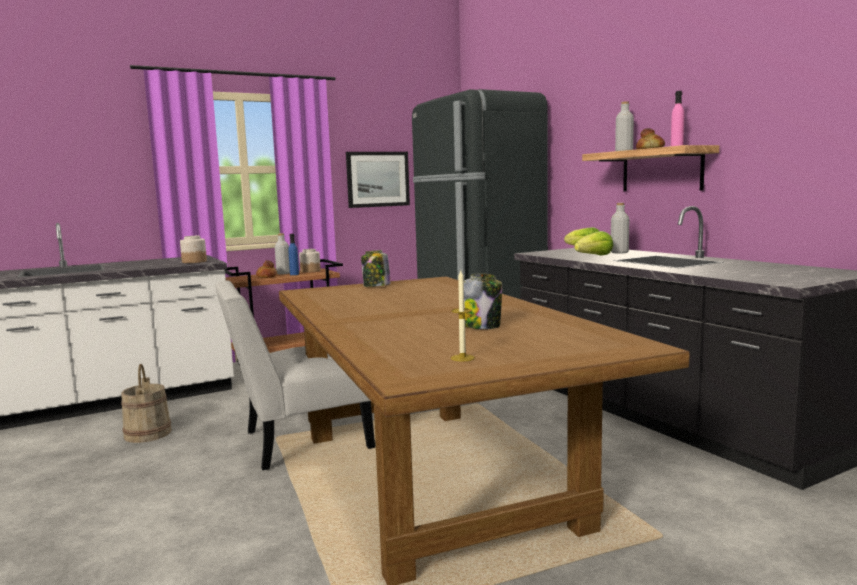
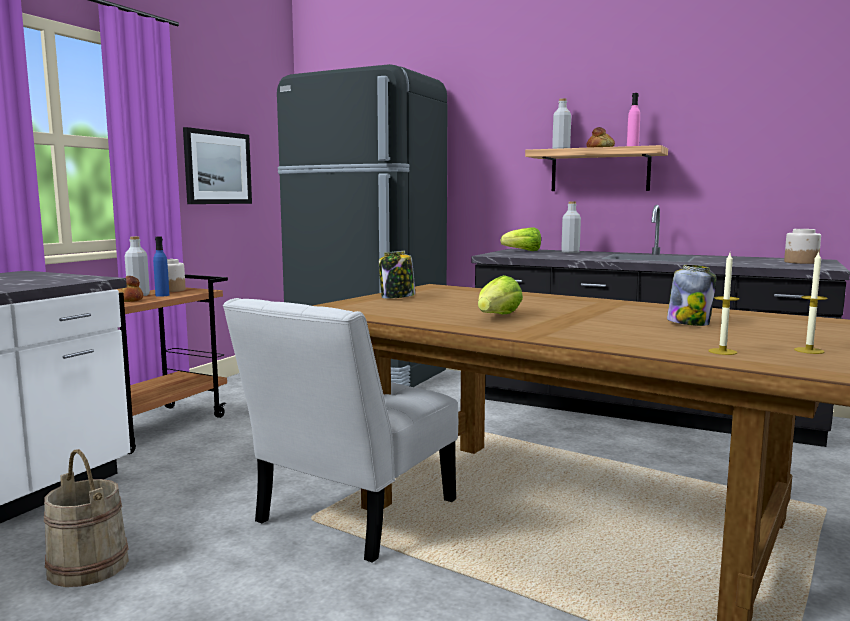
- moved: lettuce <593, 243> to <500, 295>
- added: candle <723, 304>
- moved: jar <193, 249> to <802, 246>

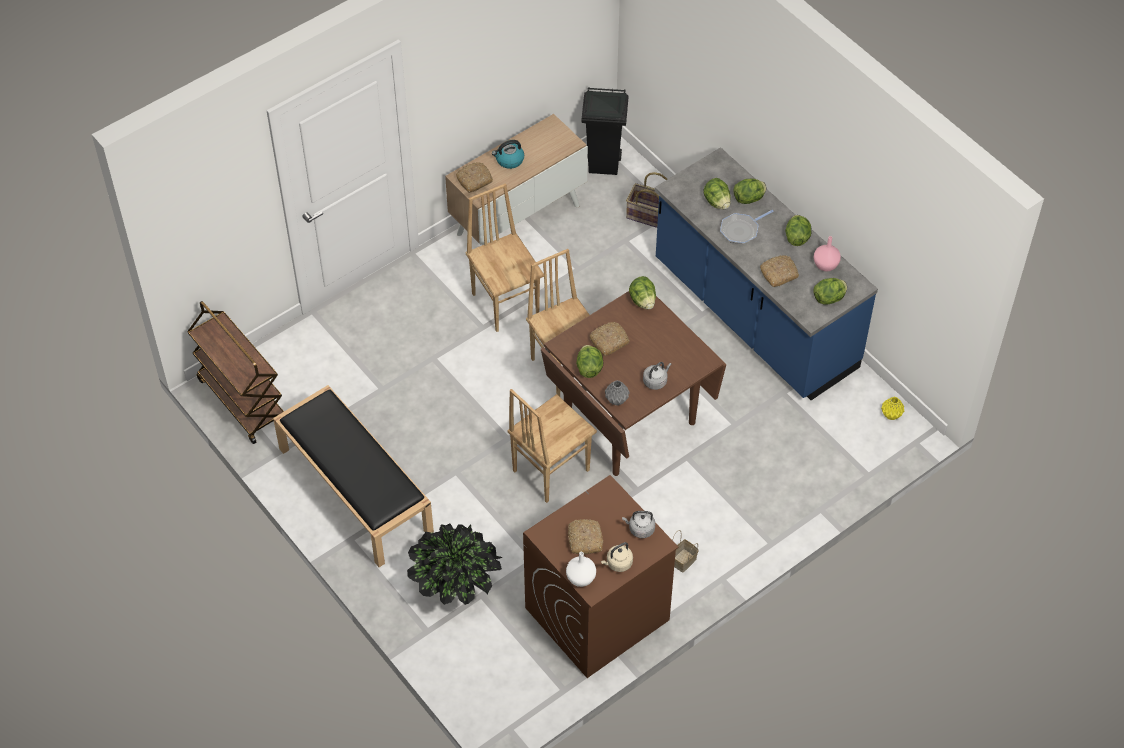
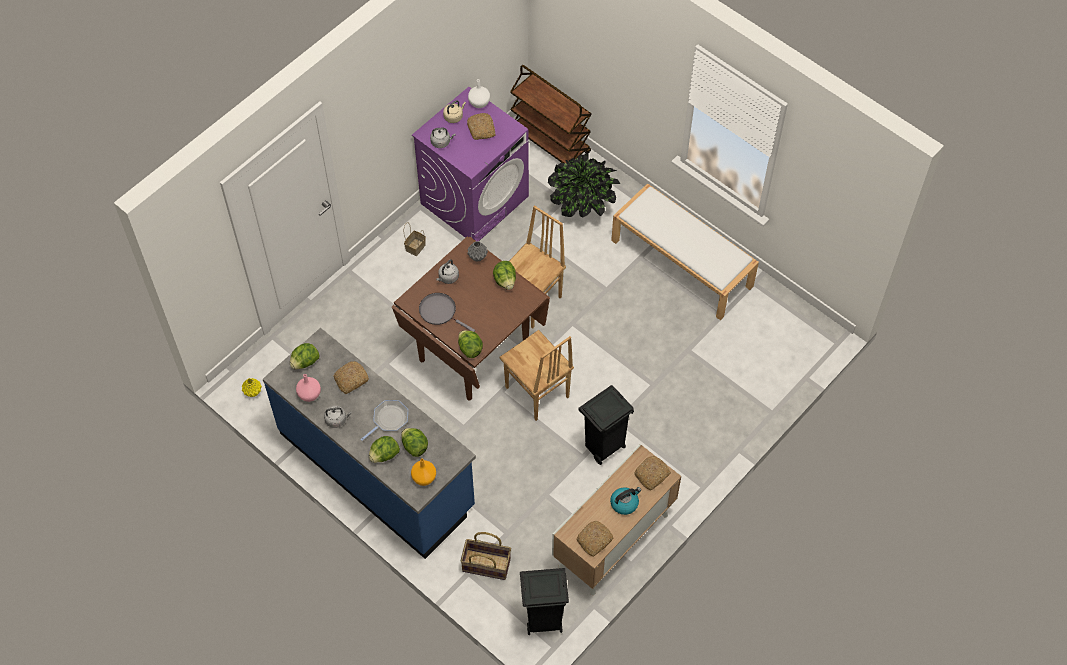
- replaced: lettuce <798, 230> to grey kettle <338, 417>
- added: orange vase <423, 472>
- recoloured: brown washing machine <601, 576> to purple washing machine <470, 164>
- added: grey frying pan <447, 312>
- moved: brown cart <235, 372> to <550, 114>
- moved: bread <610, 339> to <595, 539>
- replaced: brown chair <505, 258> to black trash can <606, 425>
- recoloured: black bench <353, 476> to white bench <685, 251>

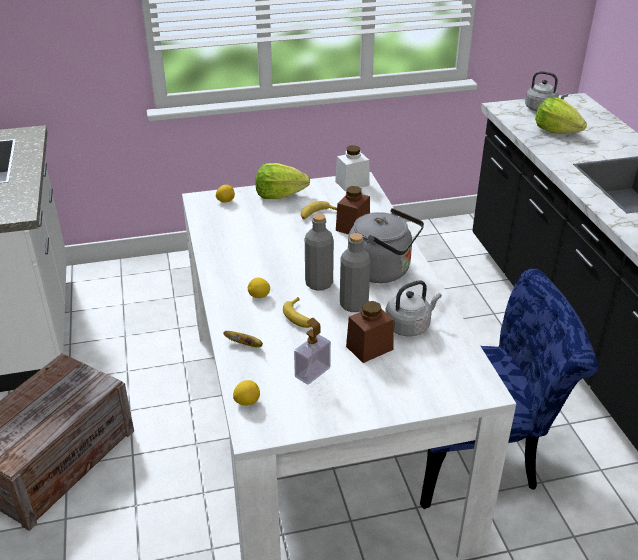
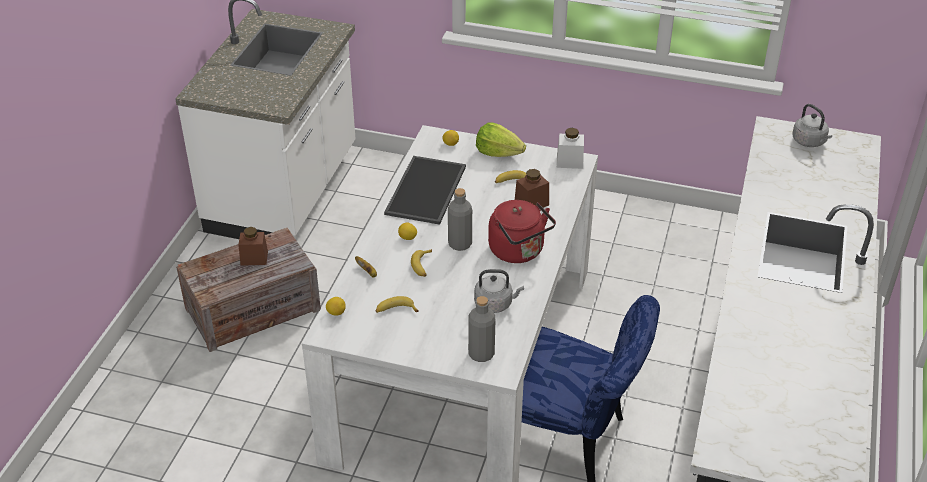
- moved: brown jar <370, 332> to <253, 246>
- replaced: soap dispenser <312, 351> to banana <397, 304>
- added: tray <425, 190>
- moved: grey bottle <355, 272> to <481, 329>
- recoloured: grey kettle <386, 245> to red kettle <522, 231>
- removed: lettuce <561, 115>

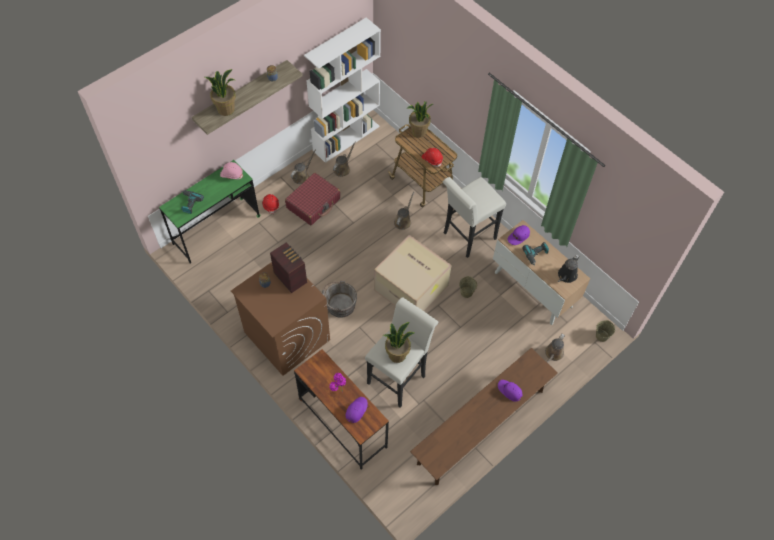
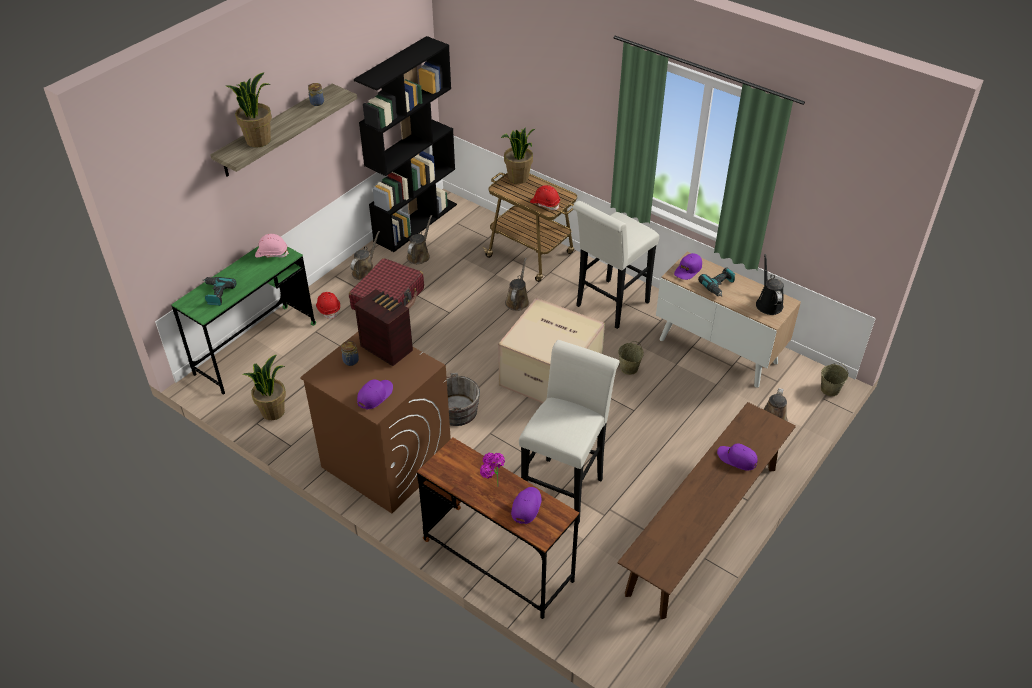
- moved: potted plant <399, 342> to <264, 387>
- recoloured: white bookcase <342, 90> to black bookcase <405, 144>
- added: purple cap <375, 394>
- turned: black watering can <568, 269> = <770, 284> 150 degrees clockwise

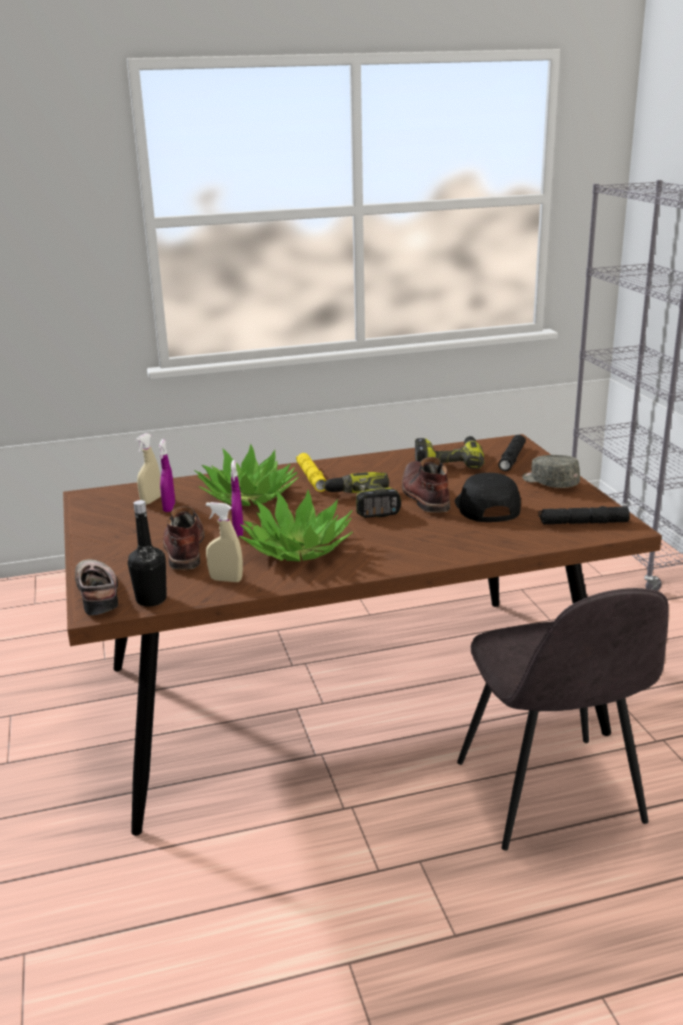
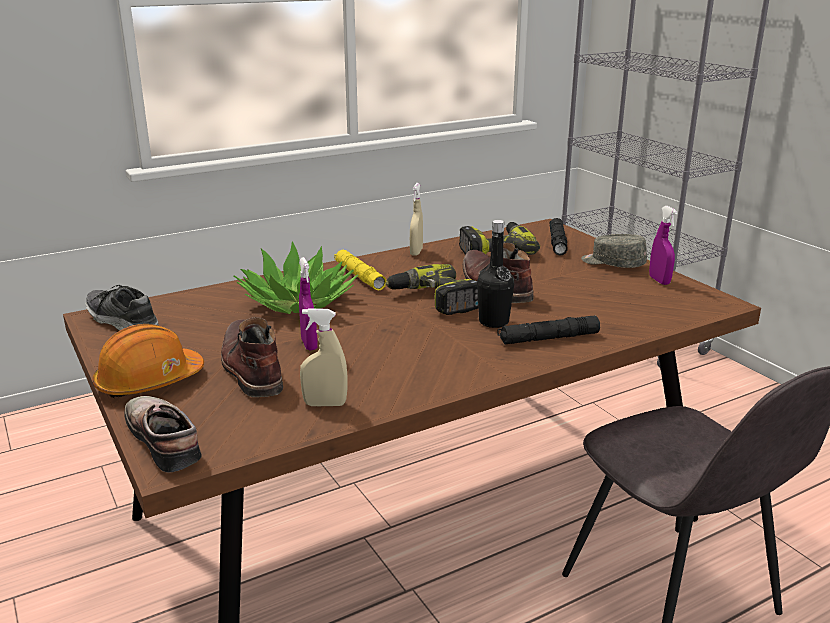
- added: shoe <122, 308>
- added: orange hard hat <148, 361>
- moved: beige spray bottle <148, 469> to <416, 219>
- moved: black bottle <147, 553> to <495, 274>
- moved: black flashlight <584, 515> to <548, 330>
- moved: purple spray bottle <167, 475> to <663, 245>
- removed: potted plant <296, 526>
- removed: black cap <488, 497>

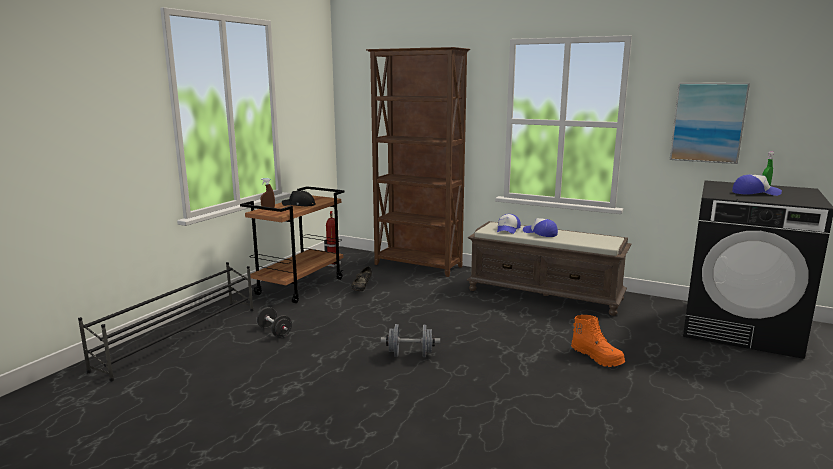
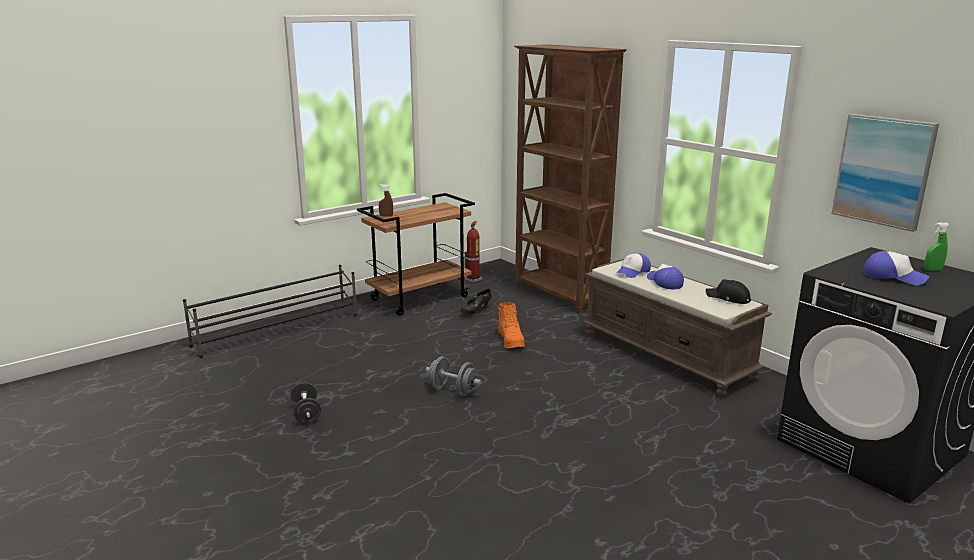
- moved: black dumbbell <274, 322> to <305, 402>
- moved: orange boot <598, 341> to <511, 325>
- moved: black cap <299, 198> to <728, 291>

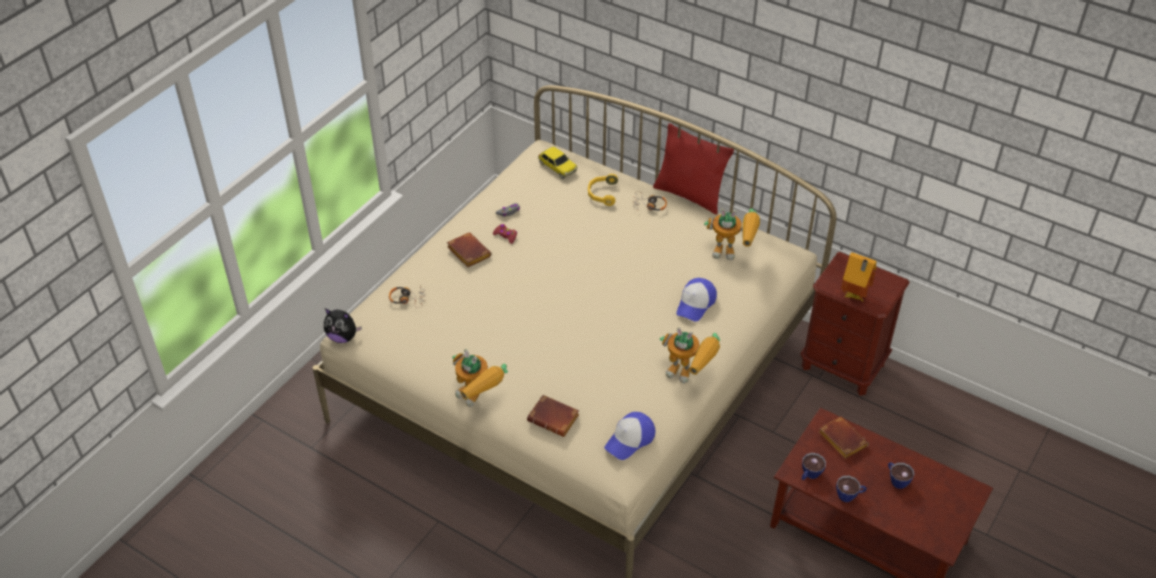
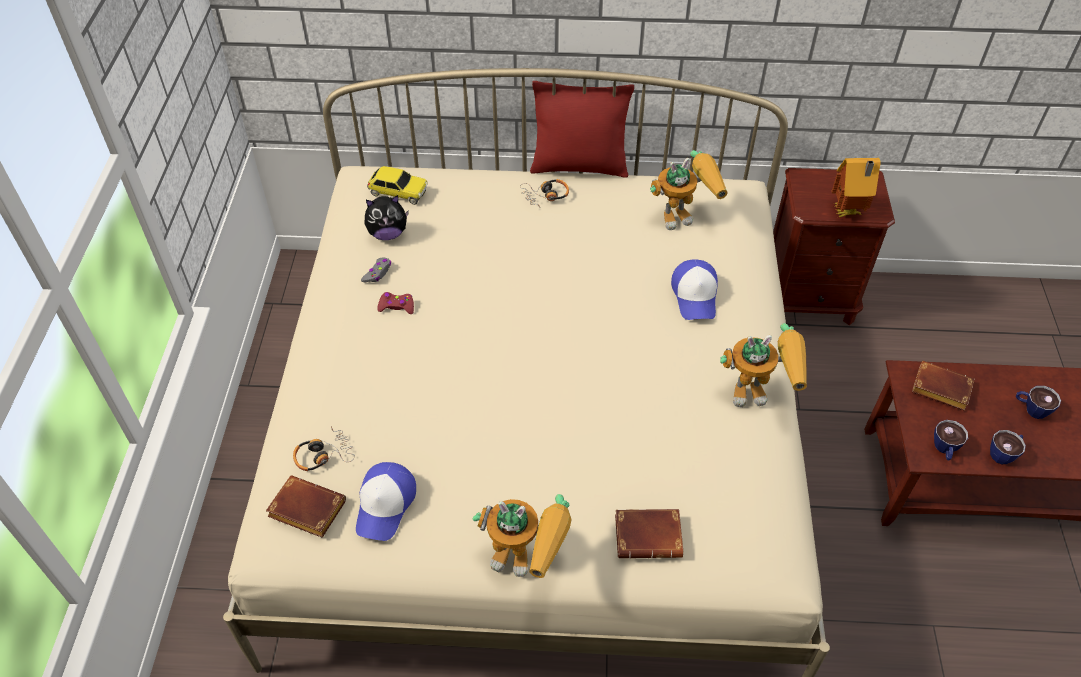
- moved: brown book <469, 249> to <306, 506>
- moved: cap <629, 436> to <386, 501>
- moved: plush toy <343, 325> to <387, 217>
- removed: yellow headphones <603, 190>

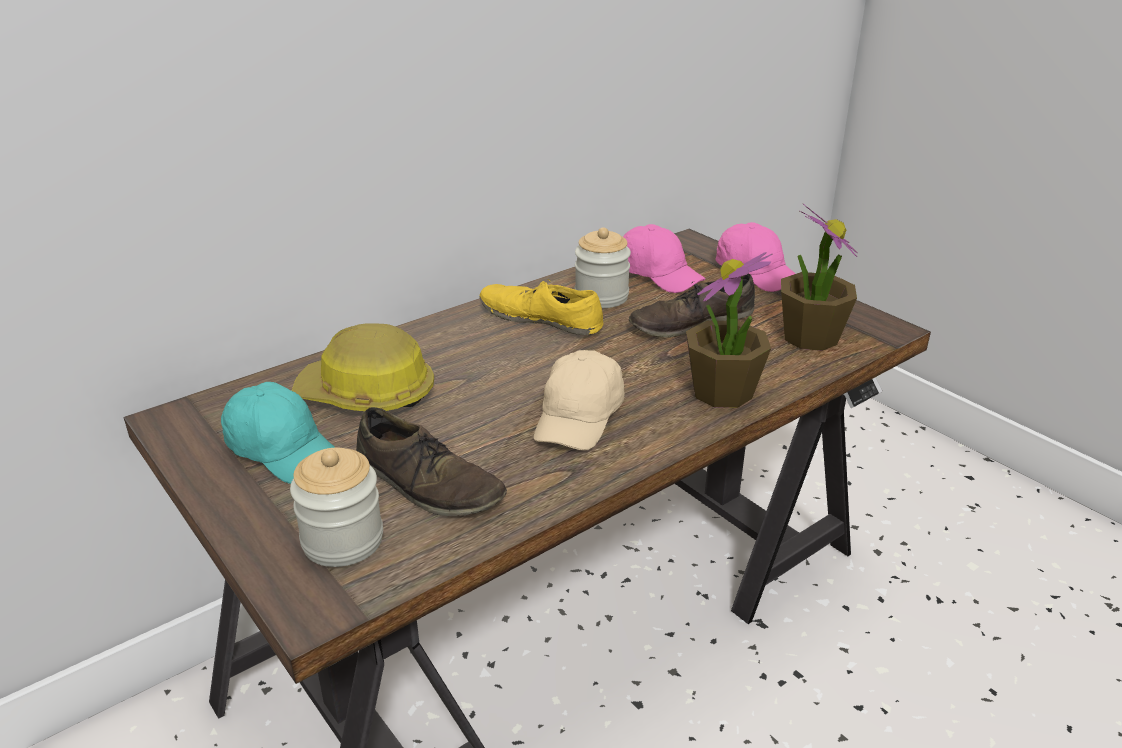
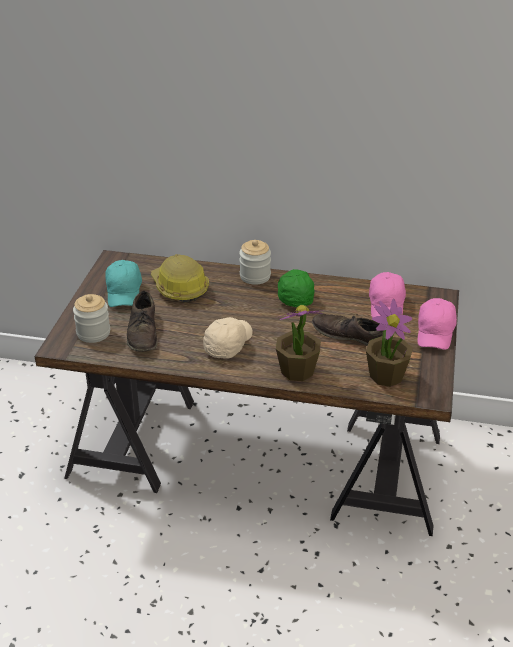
- turned: beige cap <579, 400> = <227, 338> 135 degrees clockwise
- moved: jar <603, 267> to <255, 262>
- replaced: yellow shoe <542, 307> to green cap <296, 288>

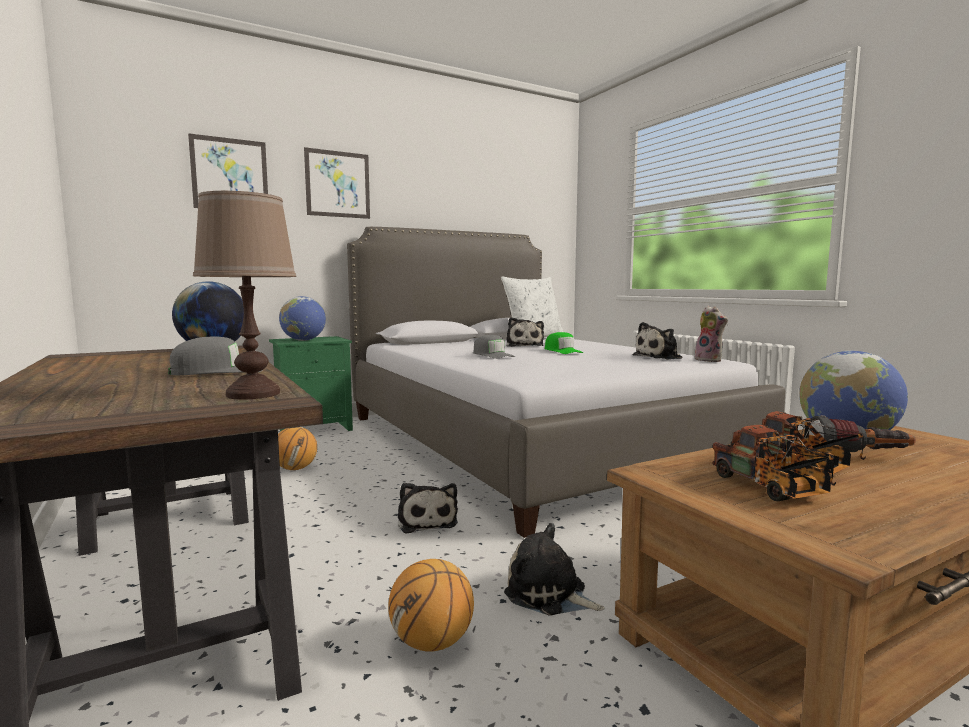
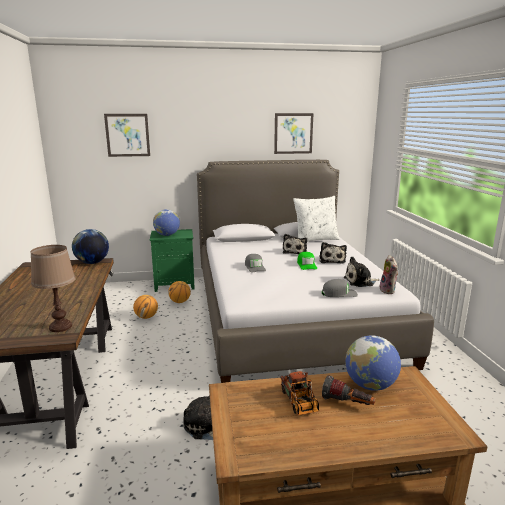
- moved: basketball <431, 605> to <179, 292>
- moved: picture <337, 183> to <293, 133>
- moved: plush toy <428, 508> to <333, 253>
- moved: grey cap <214, 355> to <340, 288>
- removed: toy truck <774, 463>

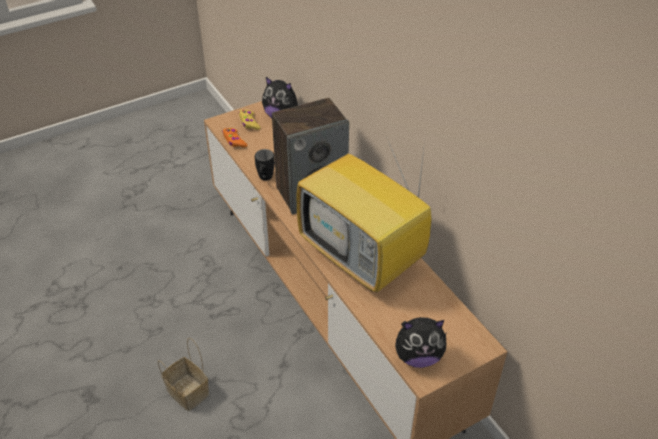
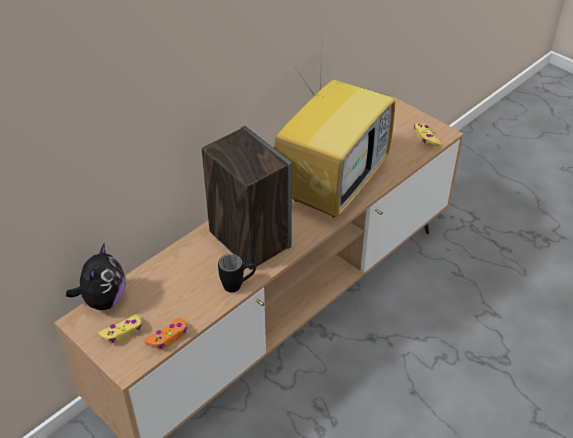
- replaced: plush toy <420, 342> to yellow game controller <428, 135>
- removed: basket <183, 374>

